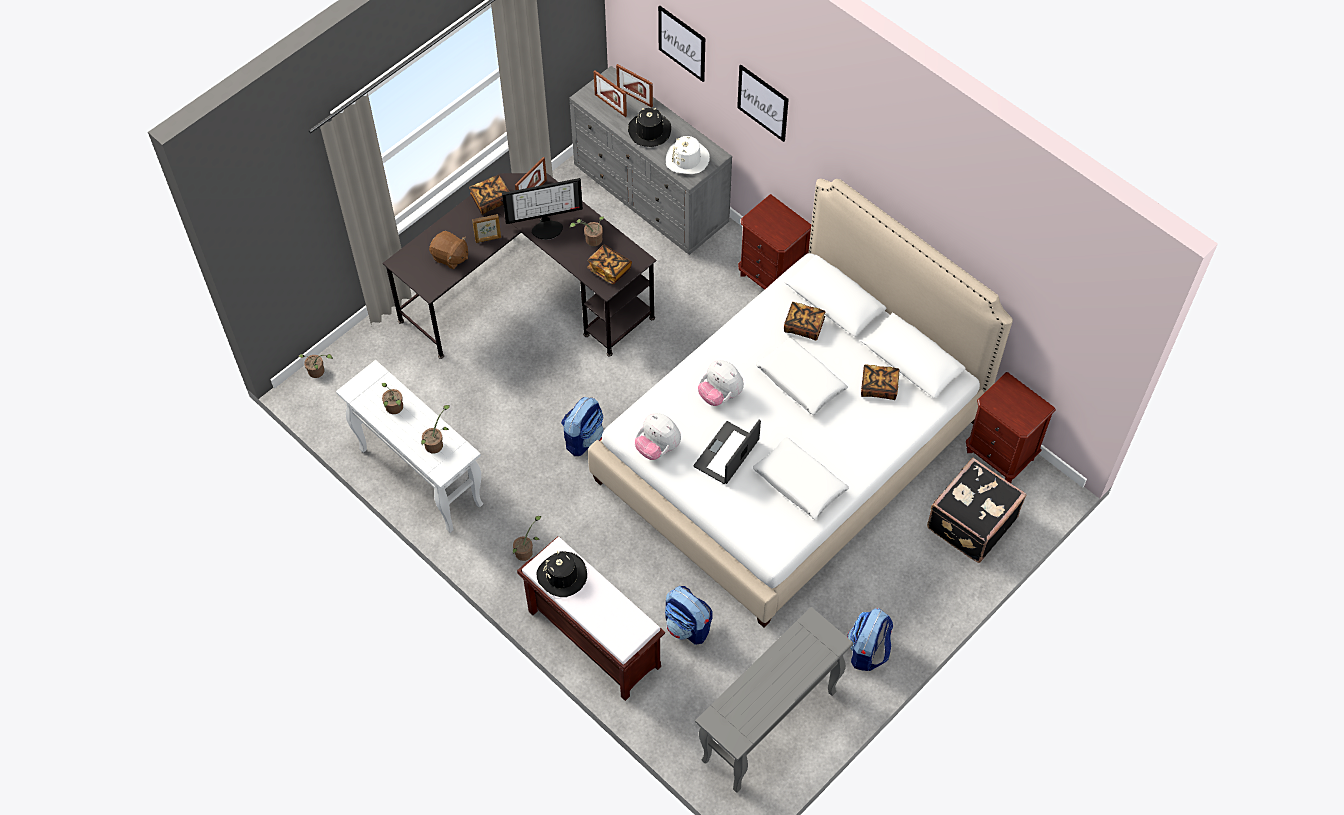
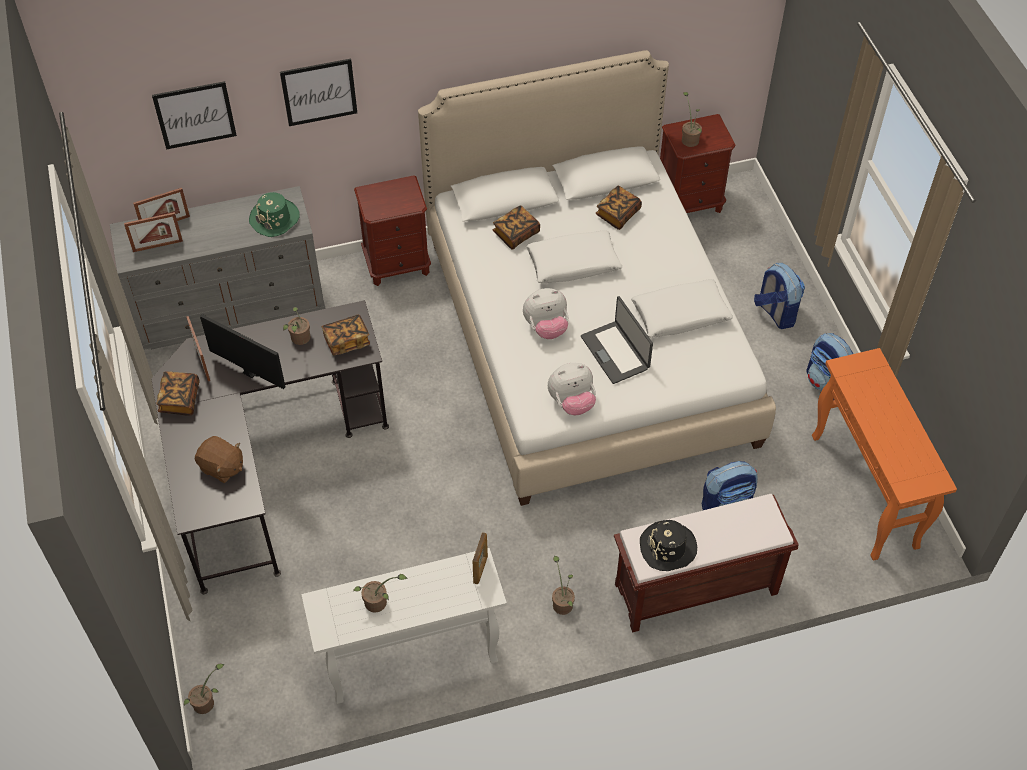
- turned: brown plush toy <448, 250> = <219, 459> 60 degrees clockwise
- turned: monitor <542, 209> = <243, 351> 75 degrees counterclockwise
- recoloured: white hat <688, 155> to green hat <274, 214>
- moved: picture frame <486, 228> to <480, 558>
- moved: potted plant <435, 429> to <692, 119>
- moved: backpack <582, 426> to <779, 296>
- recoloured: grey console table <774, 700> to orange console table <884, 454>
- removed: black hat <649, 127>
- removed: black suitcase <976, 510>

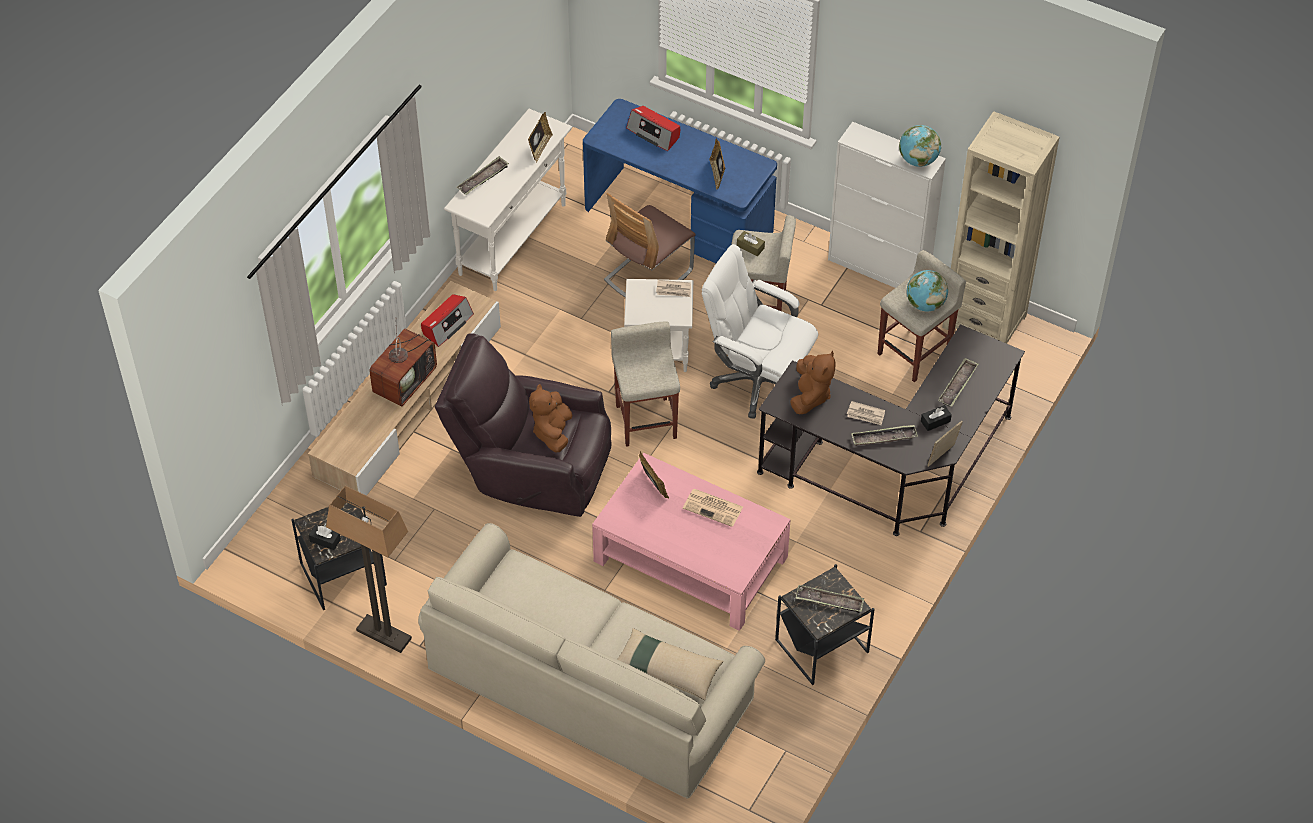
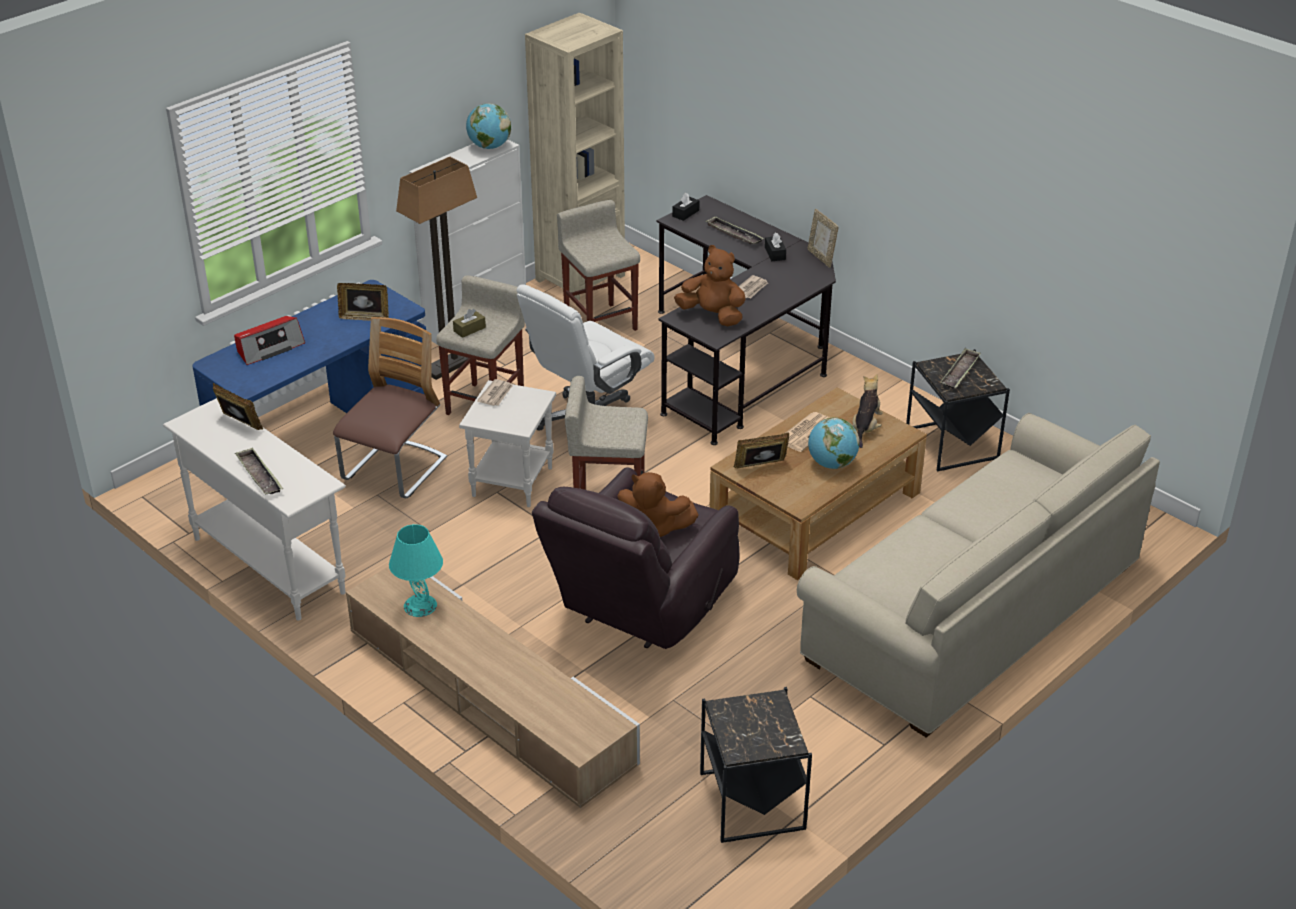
- turned: chair <650, 245> = <390, 407> 120 degrees counterclockwise
- replaced: radio <447, 320> to turquoise table lamp <416, 570>
- moved: floor lamp <369, 569> to <436, 268>
- moved: black tissue box <325, 537> to <685, 207>
- recoloured: pink coffee table <691, 542> to brown coffee table <818, 484>
- moved: globe <927, 290> to <834, 443>
- added: plush toy <867, 411>
- removed: television <403, 367>
- removed: beige pillow <670, 664>
- removed: tray <884, 435>

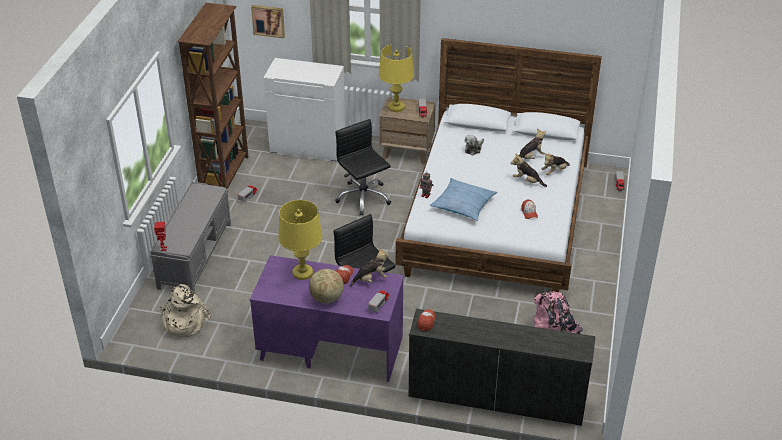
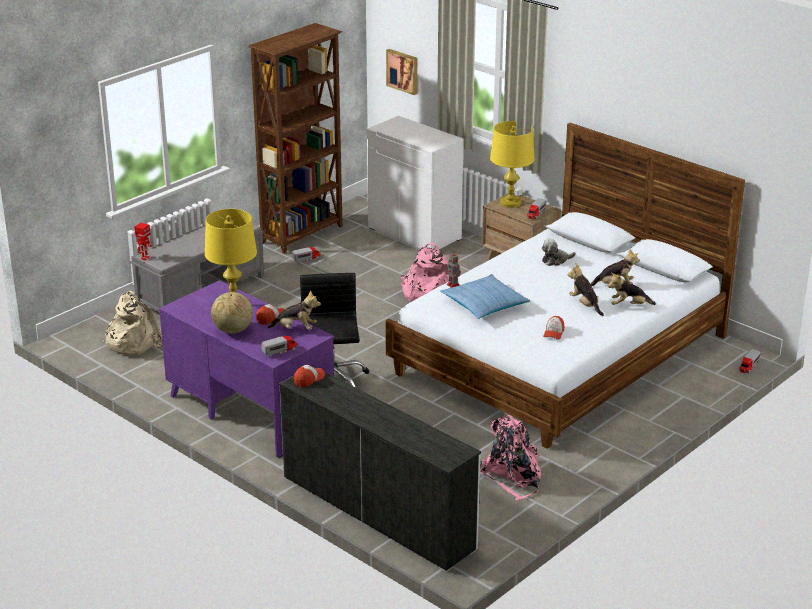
- replaced: black office chair <363, 167> to pink backpack <425, 272>

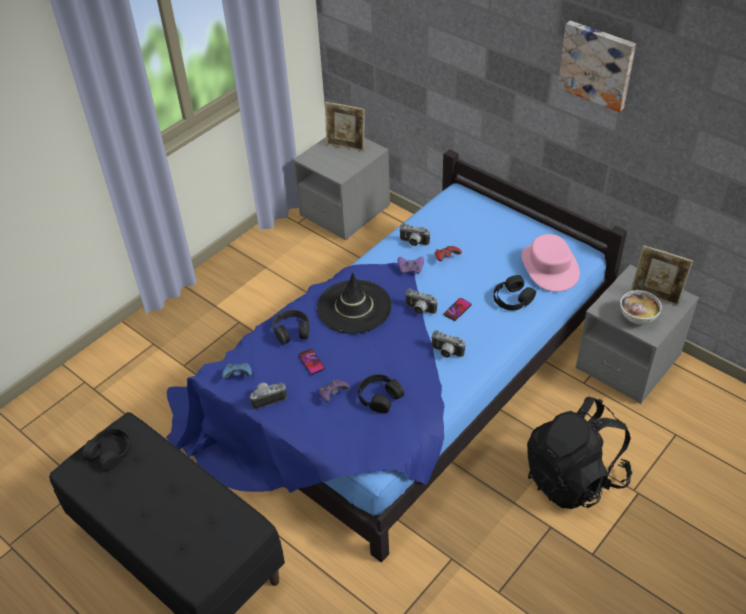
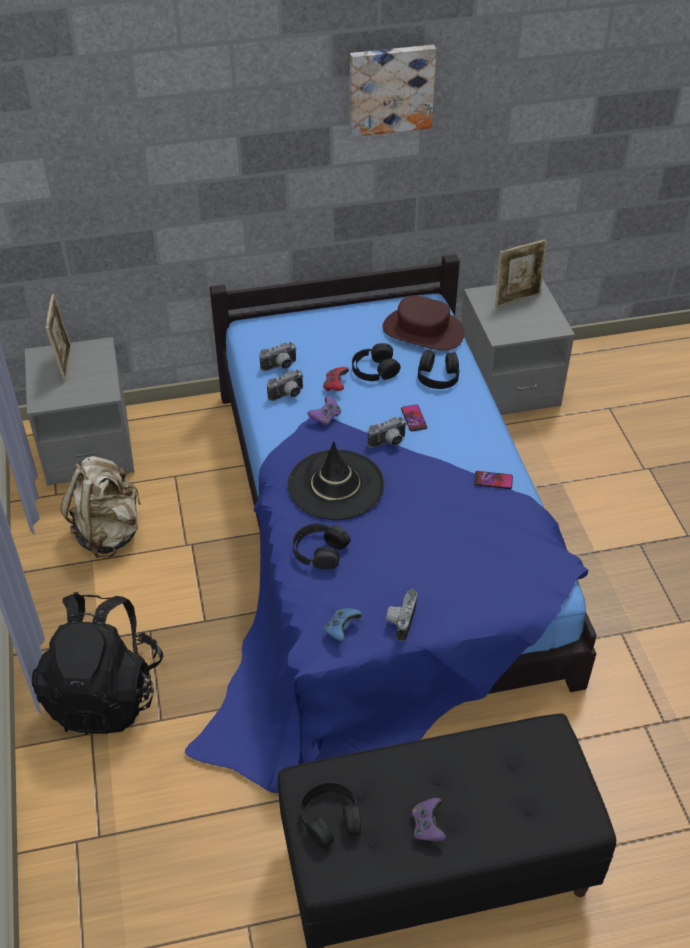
- moved: black backpack <579, 453> to <98, 663>
- turned: picture frame <345, 126> = <58, 337> 60 degrees counterclockwise
- added: beige backpack <100, 507>
- moved: photo camera <448, 344> to <278, 356>
- moved: black headphones <381, 394> to <376, 362>
- recoloured: pink hat <551, 263> to brown hat <423, 322>
- moved: purple game controller <334, 391> to <429, 820>
- moved: phone <311, 362> to <493, 480>
- removed: bowl <641, 307>

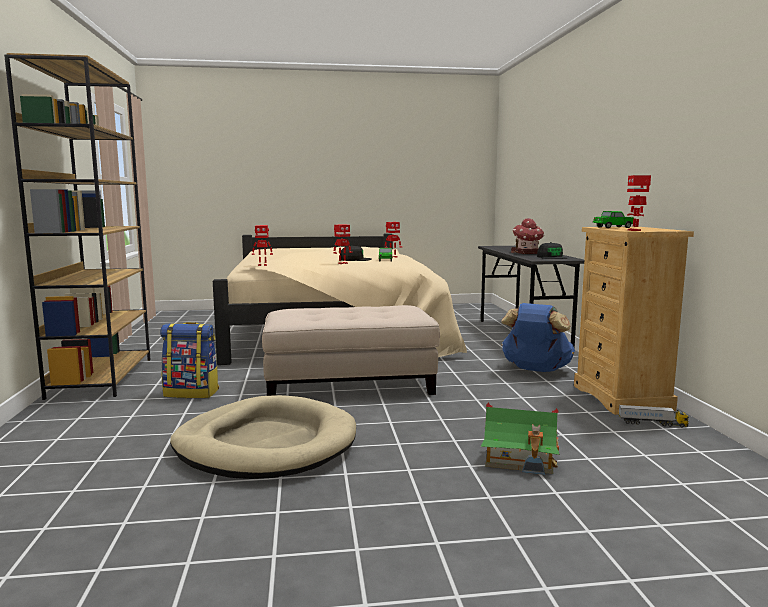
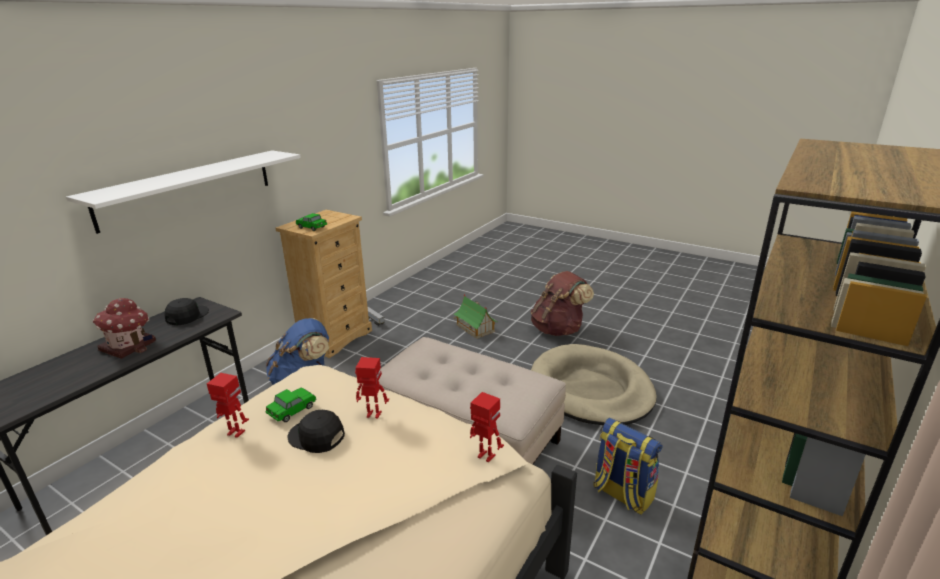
- added: white shelf <183, 192>
- added: brown backpack <562, 303>
- removed: toy robot <639, 203>

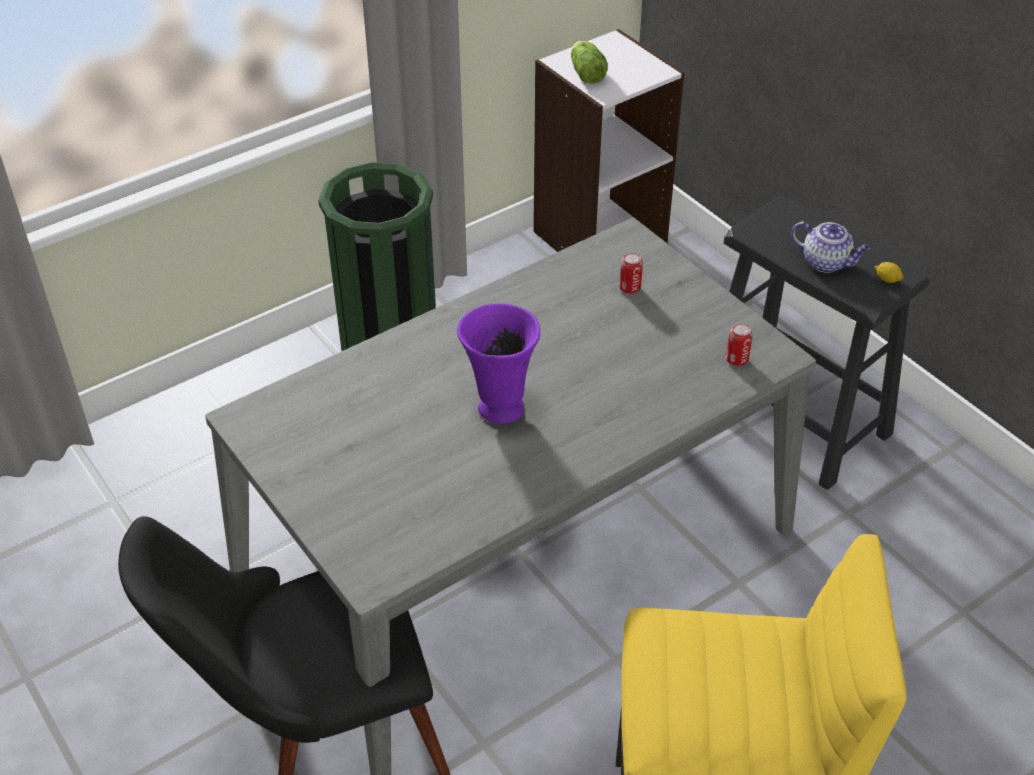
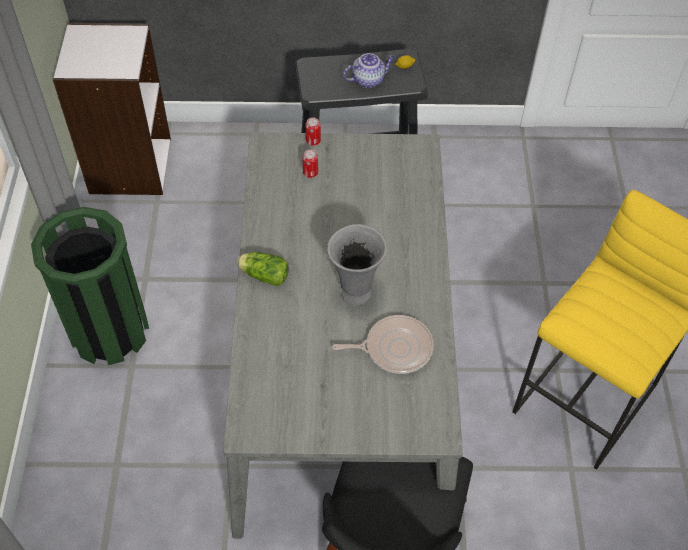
- moved: lettuce <589, 62> to <263, 269>
- moved: can <739, 344> to <313, 131>
- recoloured: purple vase <498, 363> to grey vase <357, 265>
- added: frying pan <383, 344>

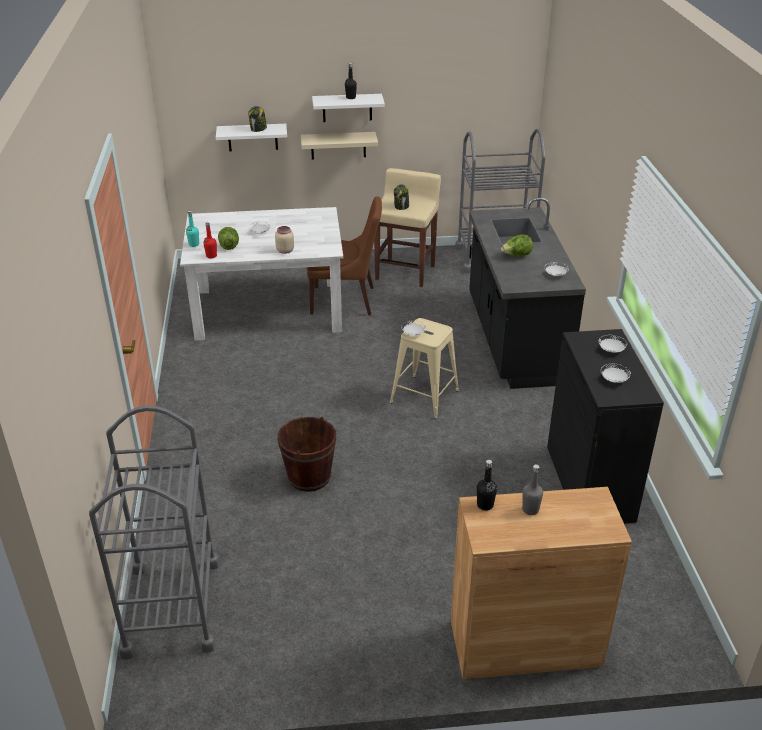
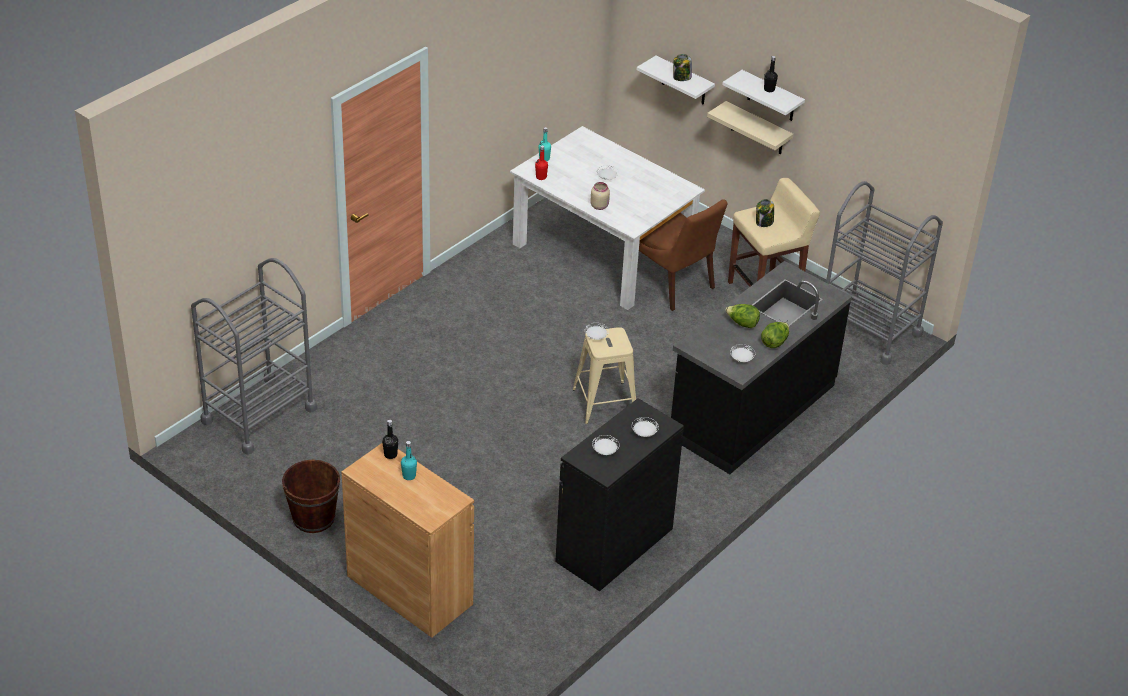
- moved: brown bucket <306, 454> to <311, 496>
- recoloured: grey bottle <532, 489> to turquoise bottle <409, 460>
- moved: lettuce <228, 238> to <775, 335>

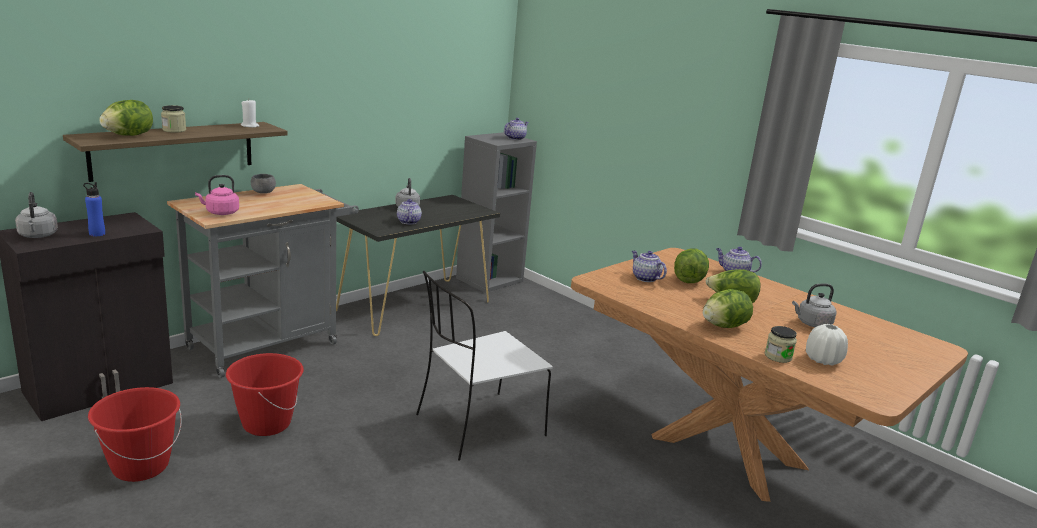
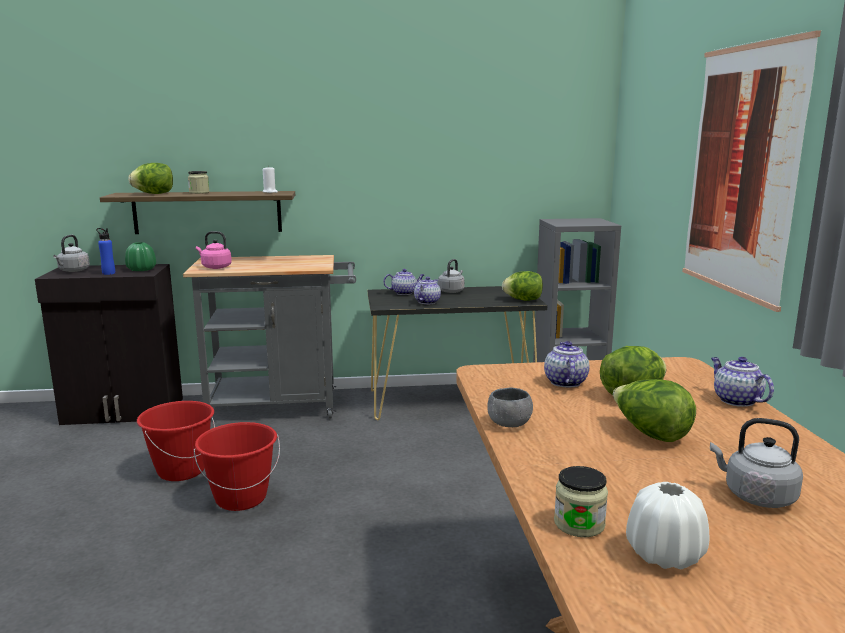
- added: green vase <140, 256>
- moved: red bucket <135, 434> to <237, 466>
- moved: teapot <516, 129> to <404, 282>
- moved: grey bowl <263, 183> to <510, 407>
- moved: lettuce <728, 308> to <522, 286>
- added: picture <751, 171>
- removed: white chair <484, 366>

